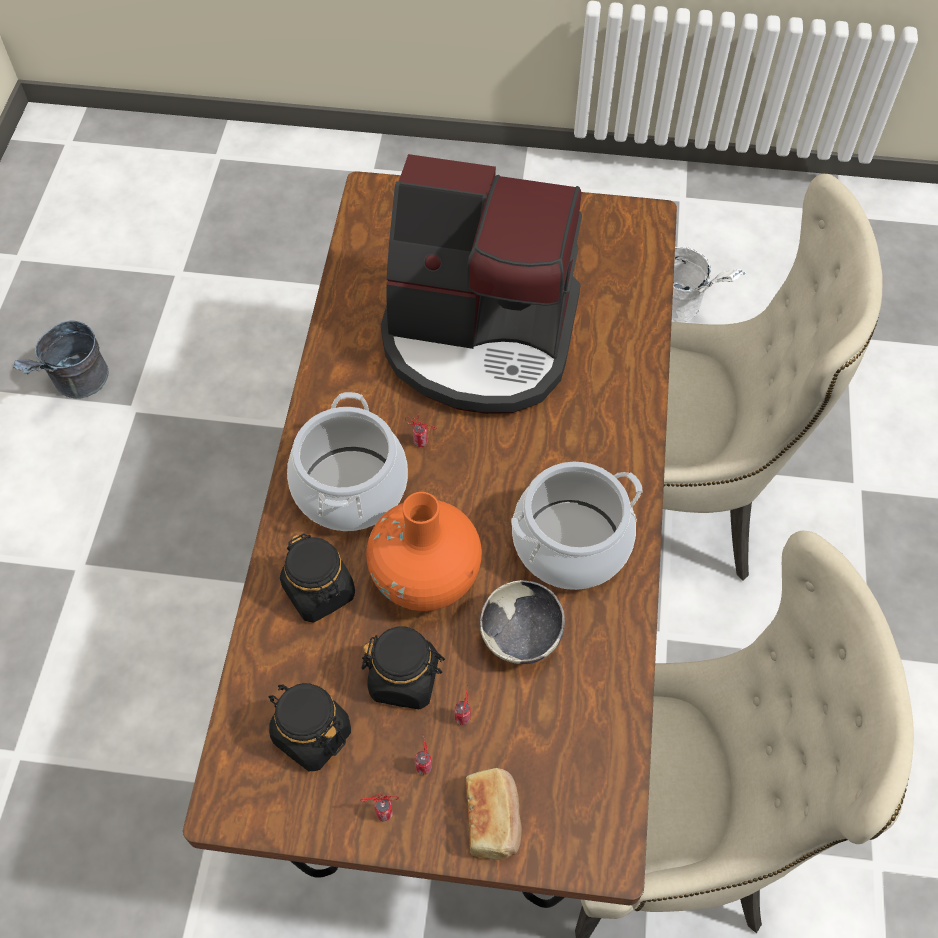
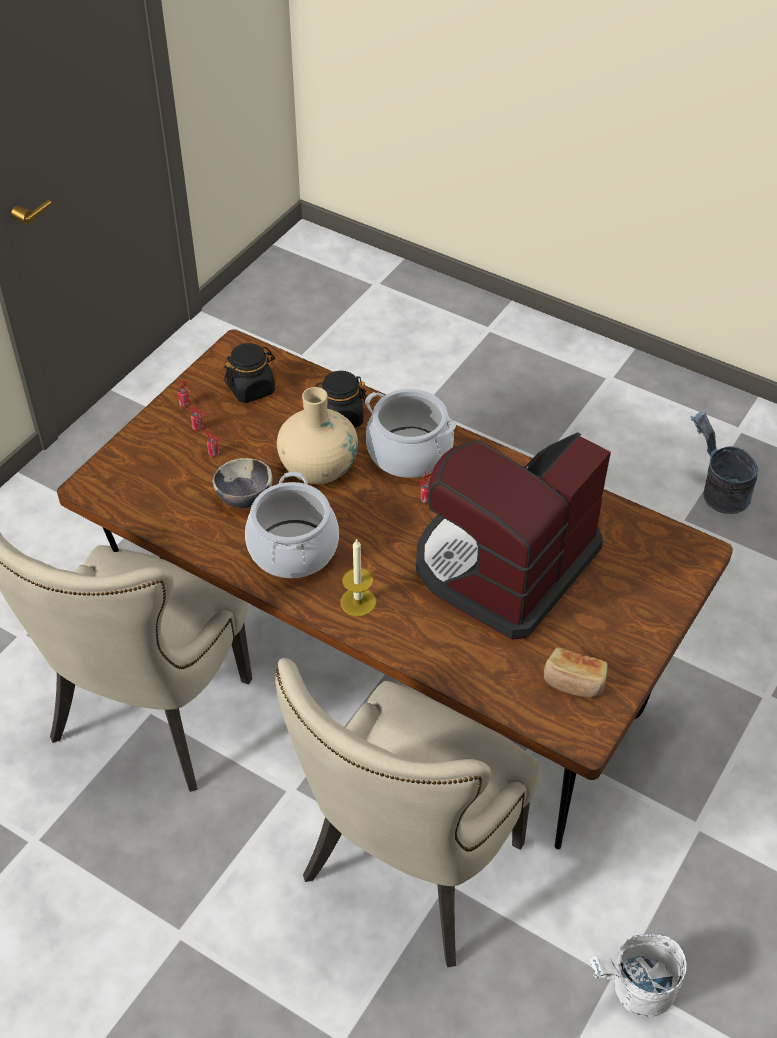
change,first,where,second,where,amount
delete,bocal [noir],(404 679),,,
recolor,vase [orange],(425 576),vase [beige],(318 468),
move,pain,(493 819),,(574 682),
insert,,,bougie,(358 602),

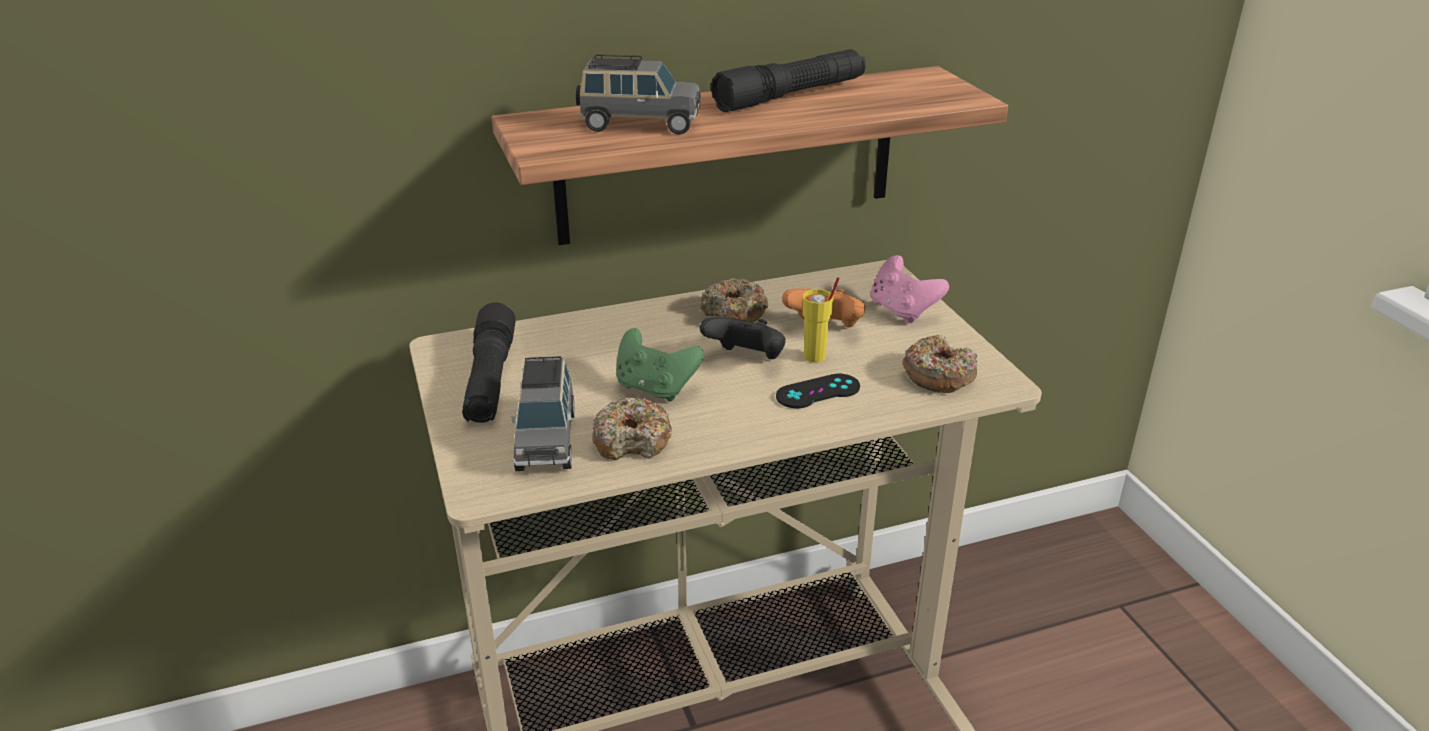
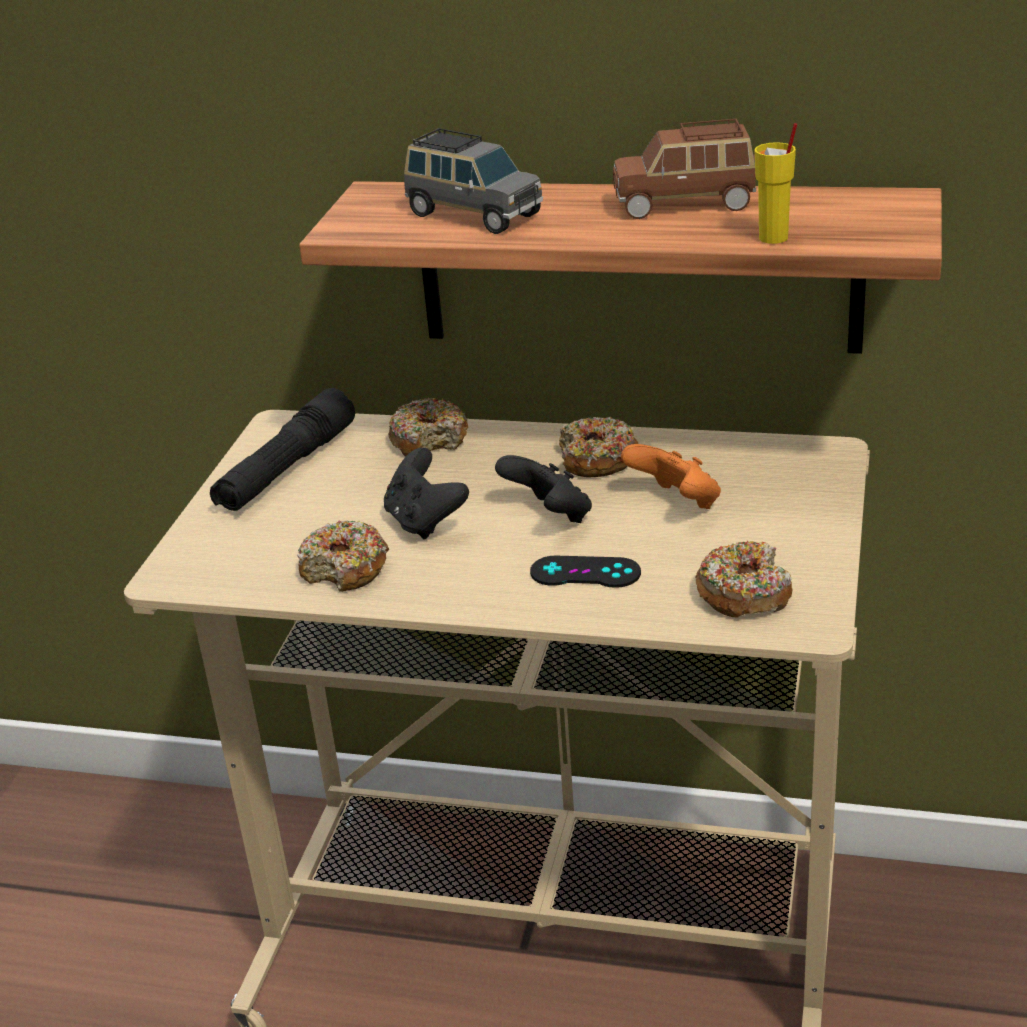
change,first,where,second,where,amount
delete,petite voiture [gris],(546 439),,,
recolor,manette [vert],(655 388),manette [noir],(425 521),
replace,lampe de poche [noir],(790 96),petite voiture [marron],(687 204),
move,tasse [jaune],(815 357),,(773 238),
delete,manette [rose],(902 311),,,
insert,,,beignet,(429 440),

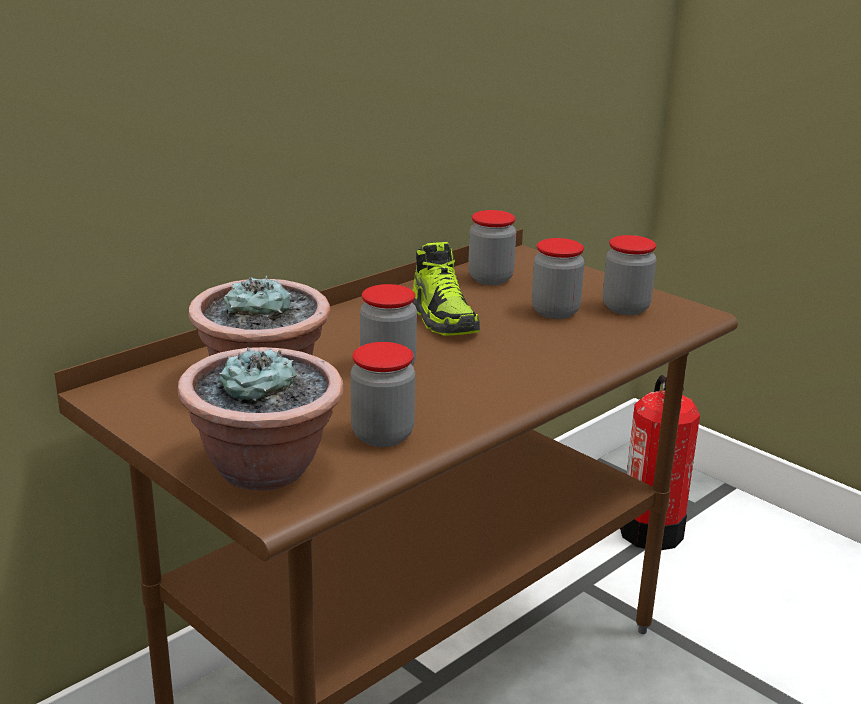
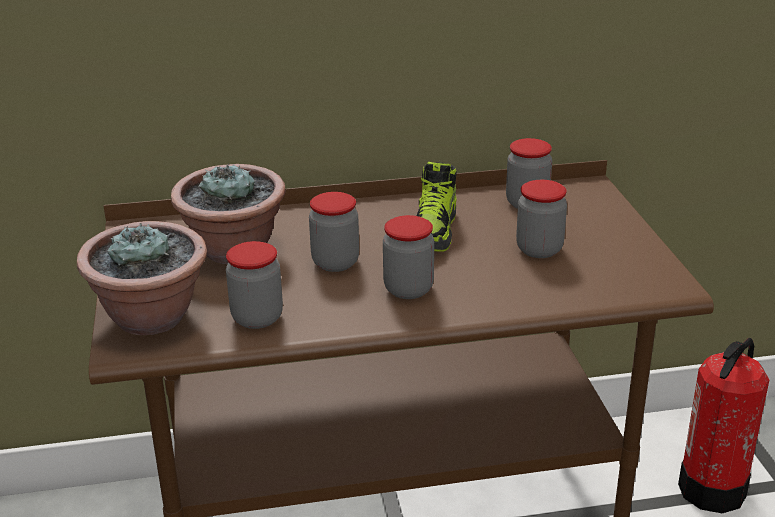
change,first,where,second,where,amount
move,bocal,(625 308),,(408 289),

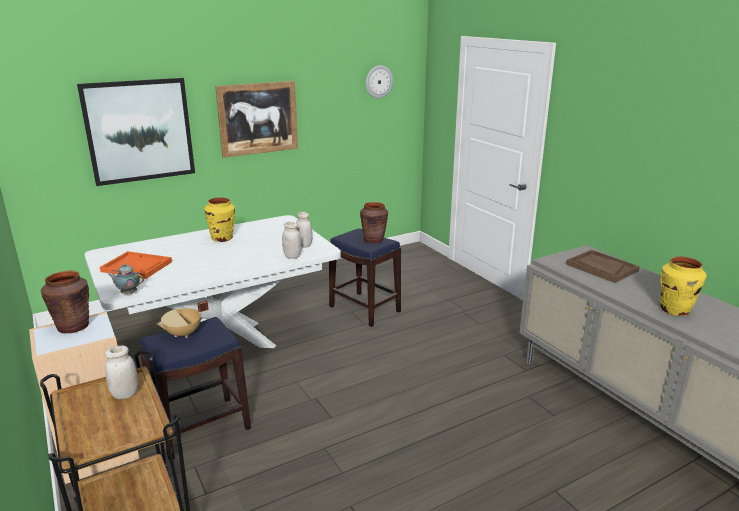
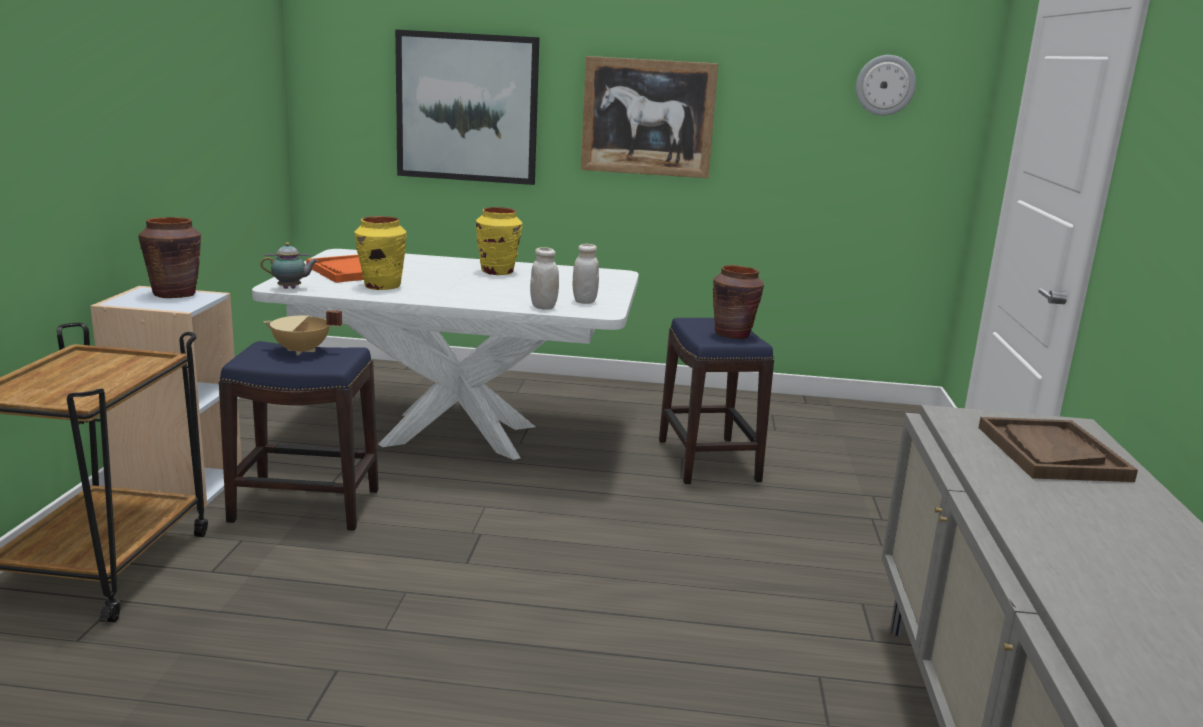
change,first,where,second,where,amount
delete,bocal [blanc],(125 394),,,
rotate,théière,(128 293),,(291 288),120 degrees clockwise
move,vase [jaune],(675 310),,(382 286),

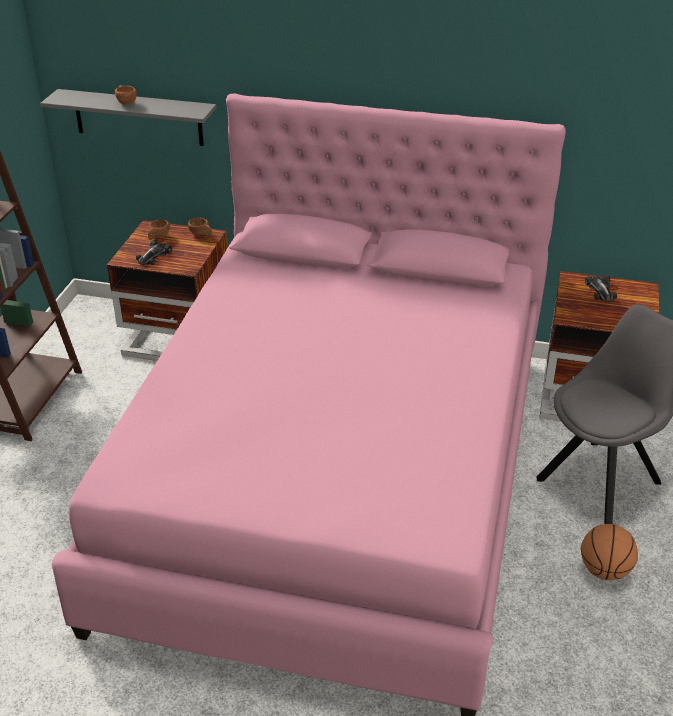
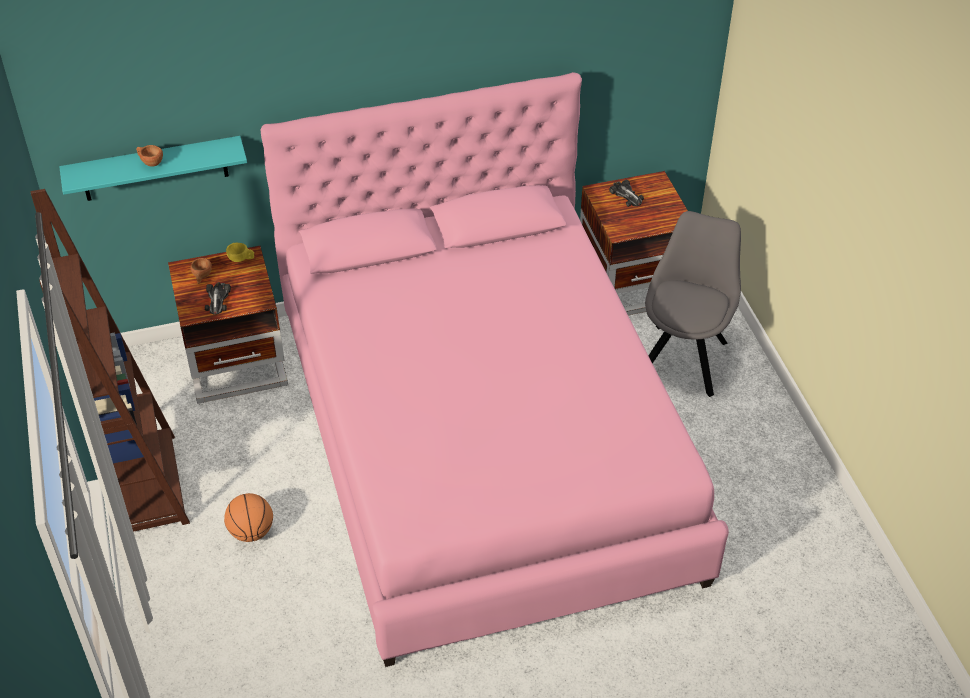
change,first,where,second,where,amount
recolor,étagère [gris],(138 117),étagère [turquoise],(154 169),
recolor,tasse [marron],(201 234),tasse [jaune],(241 259),
move,ballon de basket,(604 570),,(251 531),

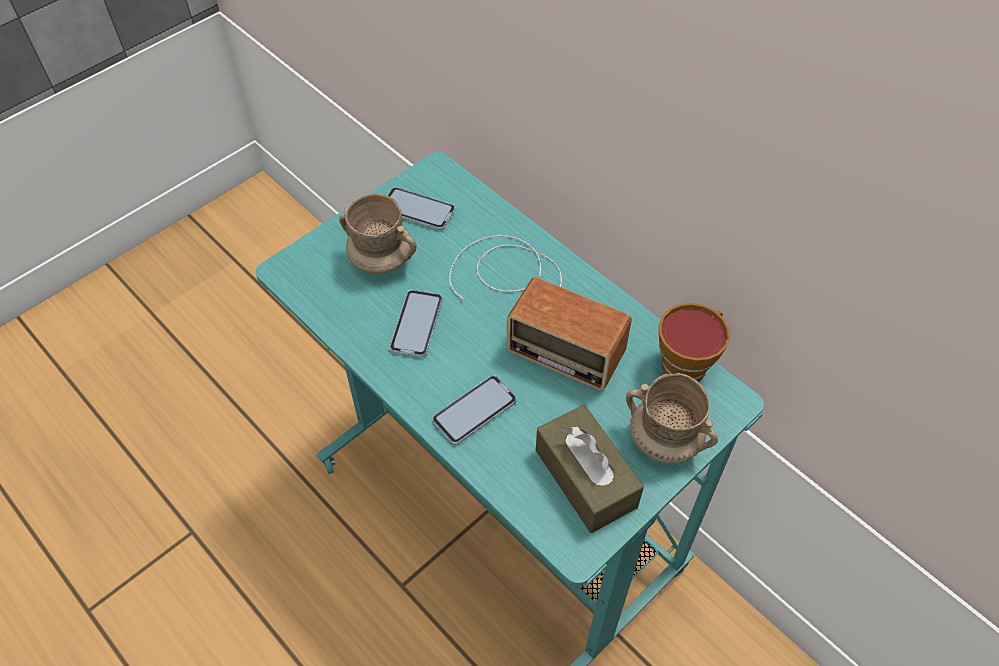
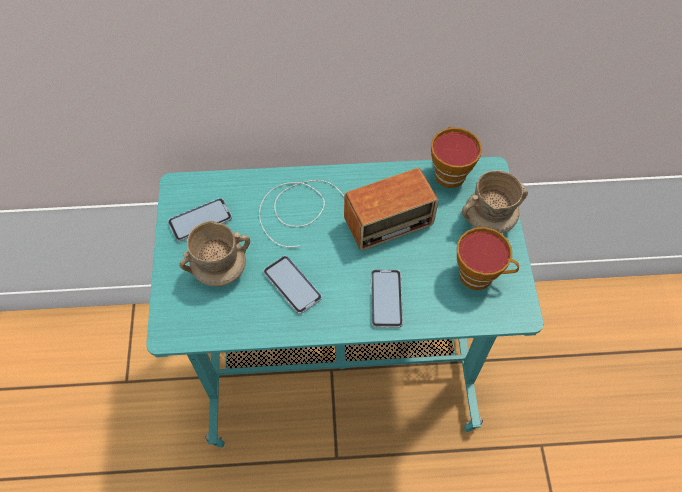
change,first,where,second,where,amount
replace,boîte à mouchoirs [marron],(585 478),tasse,(480 275),

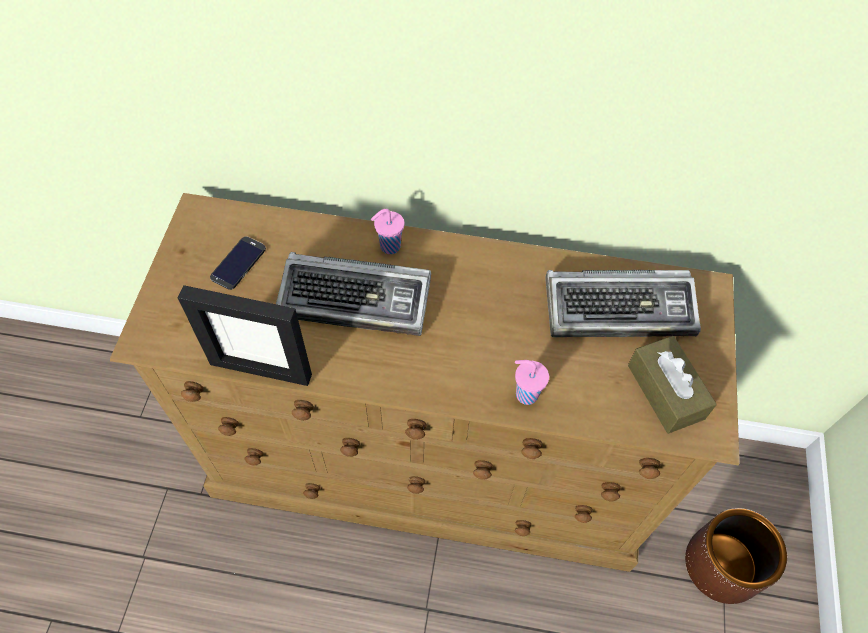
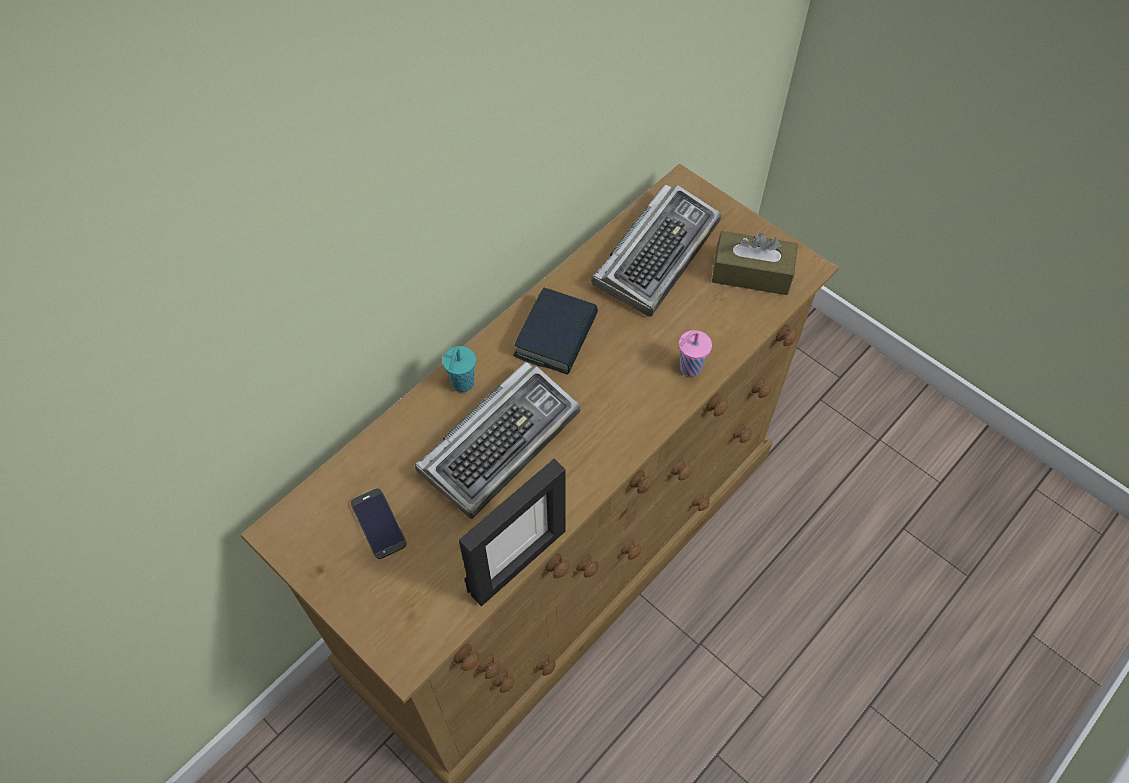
change,first,where,second,where,amount
recolor,tasse [rose],(389 247),tasse [turquoise],(462 384),
delete,cache-pot [marron],(722 565),,,
insert,,,livre,(556 336),

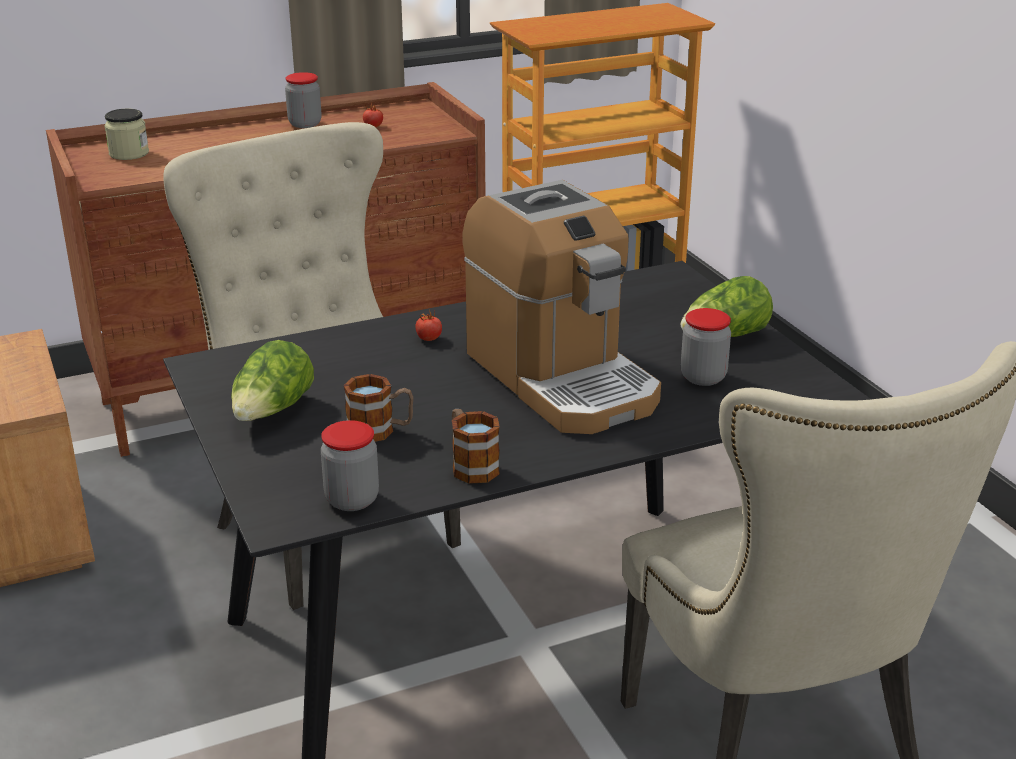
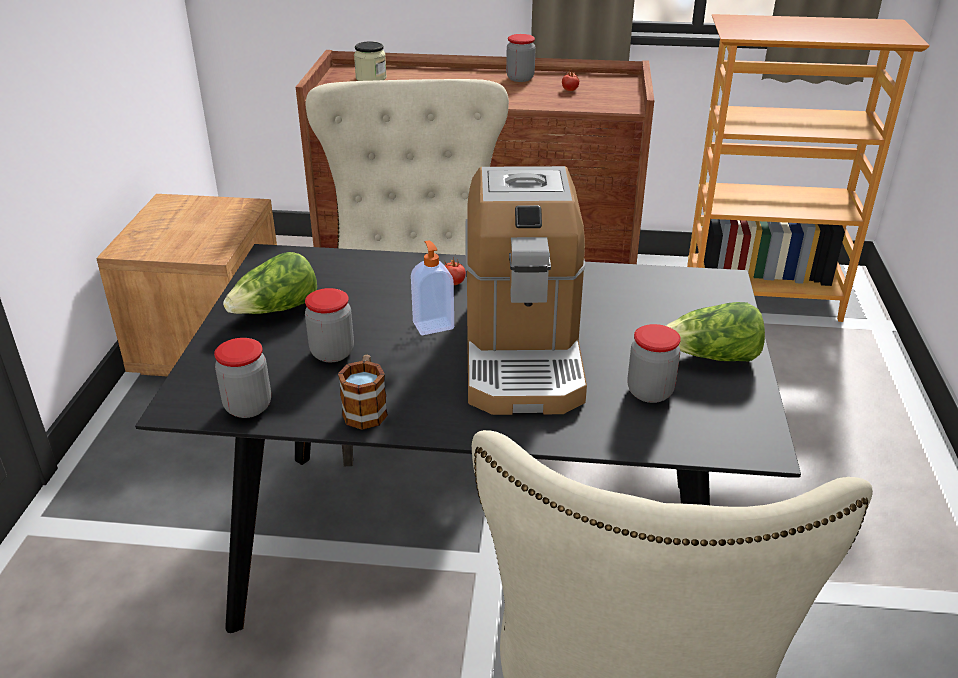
change,first,where,second,where,amount
replace,mug,(380 431),bocal,(332 353),
insert,,,distributeur de savon,(433 325),

